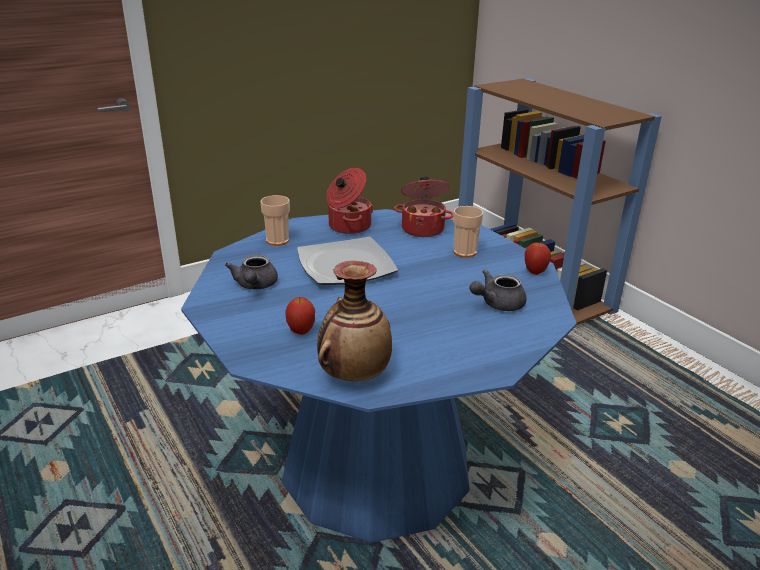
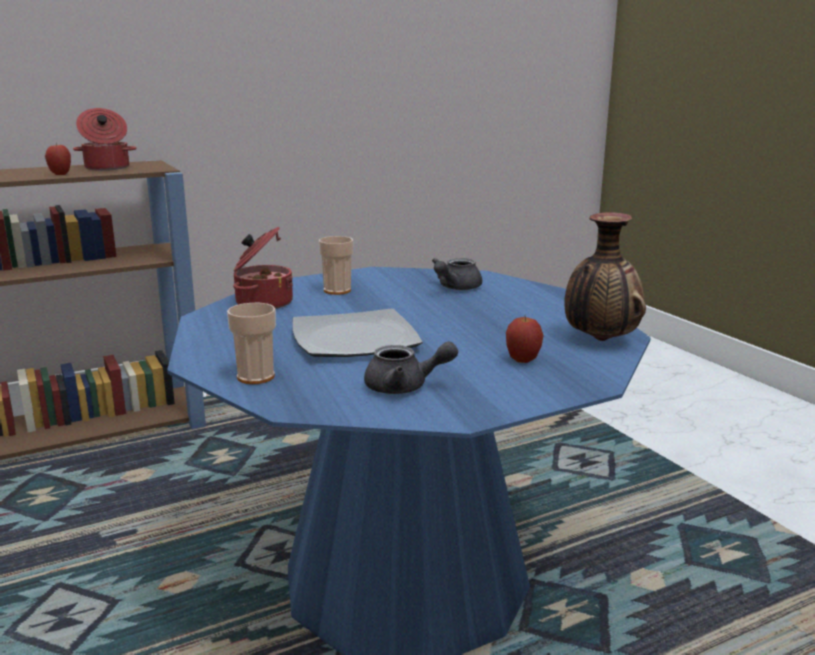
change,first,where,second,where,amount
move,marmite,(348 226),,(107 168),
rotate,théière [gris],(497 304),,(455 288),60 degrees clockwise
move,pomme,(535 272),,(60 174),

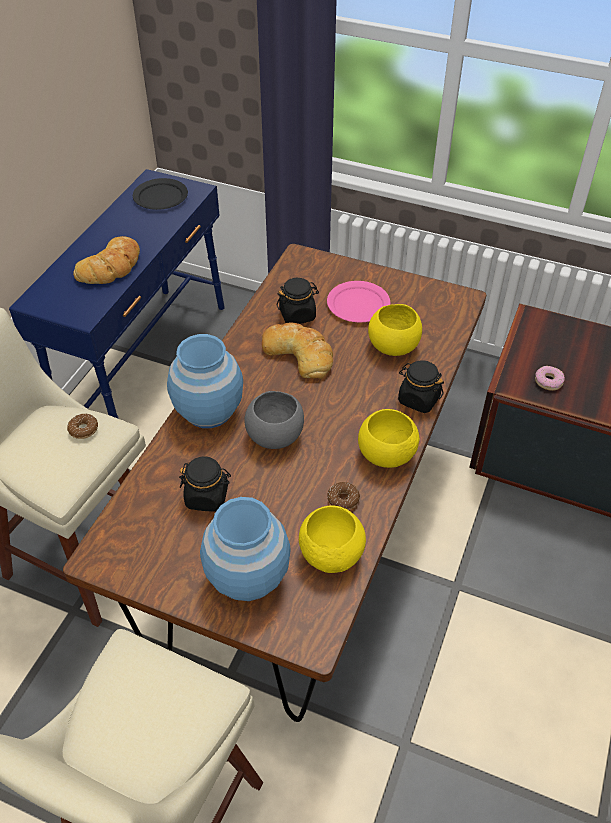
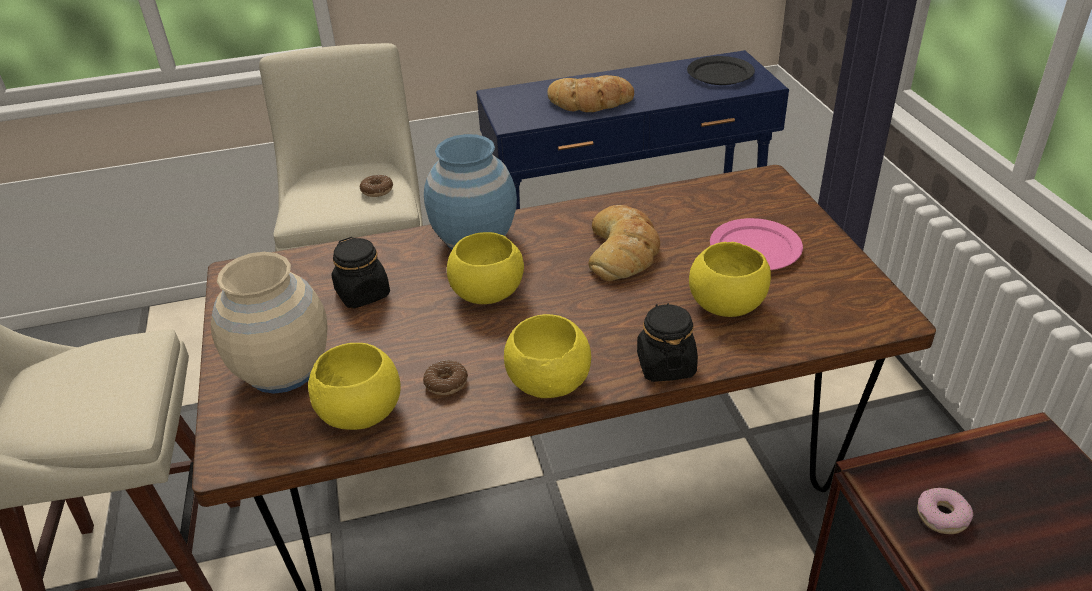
change,first,where,second,where,amount
recolor,vase [bleu],(248 576),vase [beige],(284 369),
recolor,bol [gris],(276 435),bol [jaune],(488 293),
delete,bocal [noir],(297 315),,,

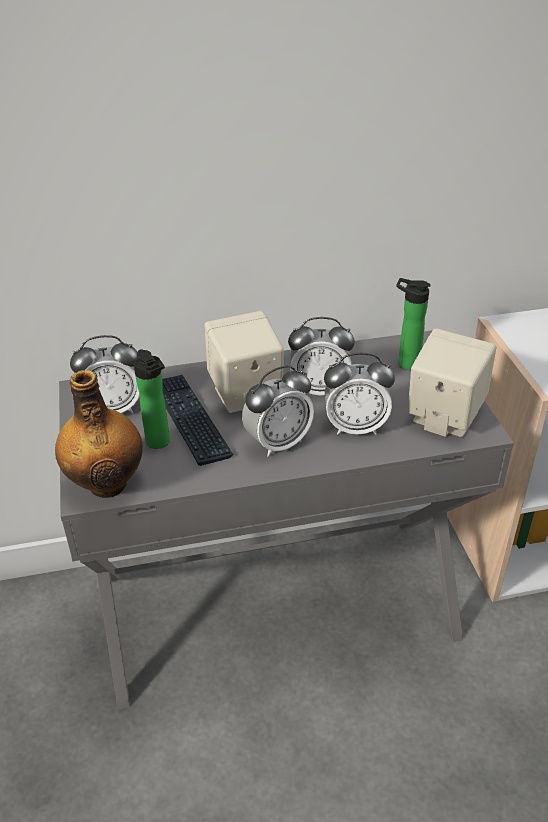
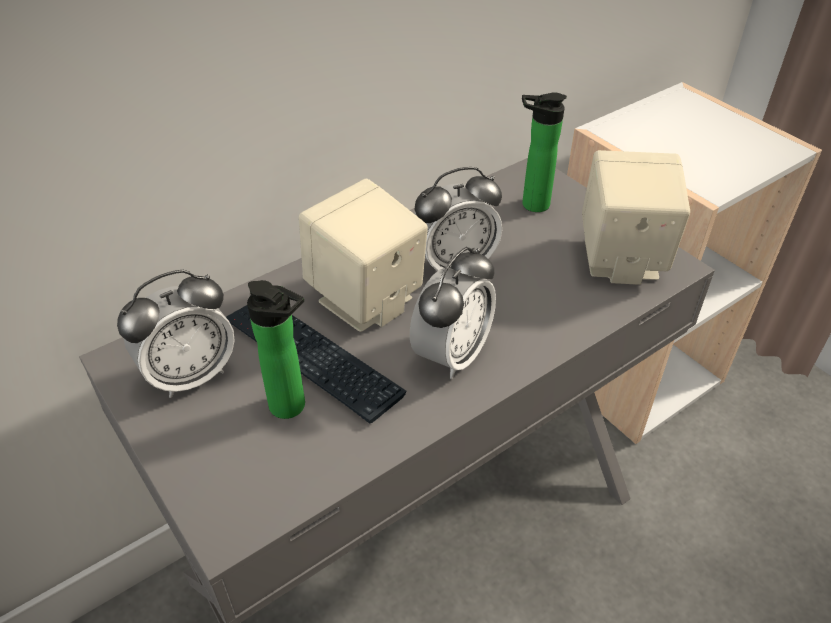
change,first,where,second,where,amount
delete,bouteille,(107 483),,,
delete,réveil,(355 427),,,

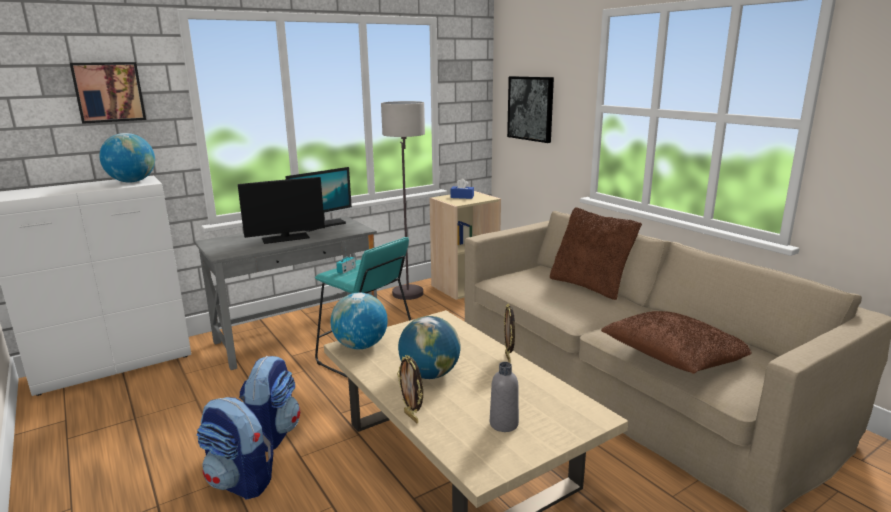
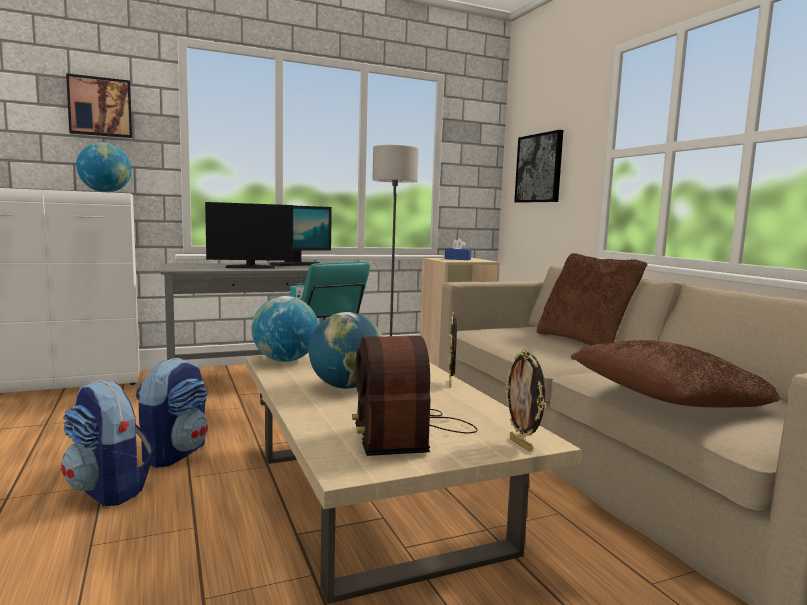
change,first,where,second,where,amount
move,cadre photo,(412 417),,(522 445),
replace,bouteille [gris],(504 424),radio,(408 433),

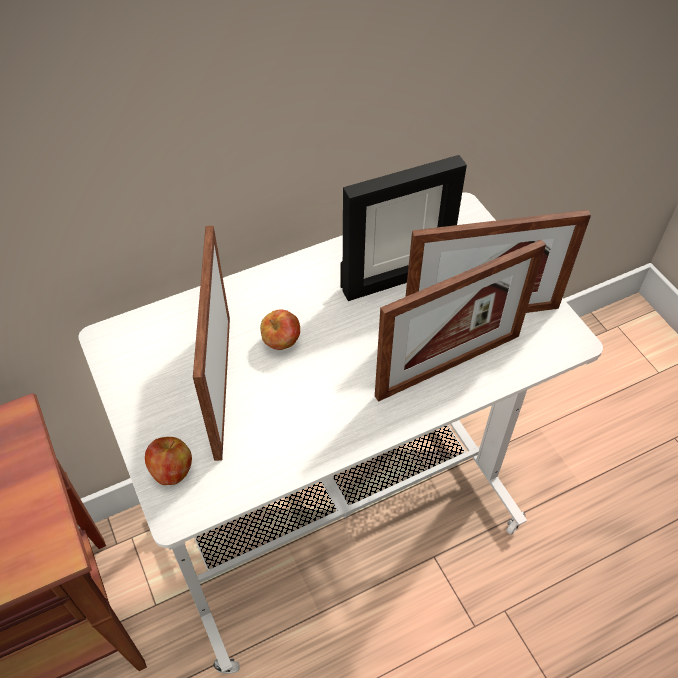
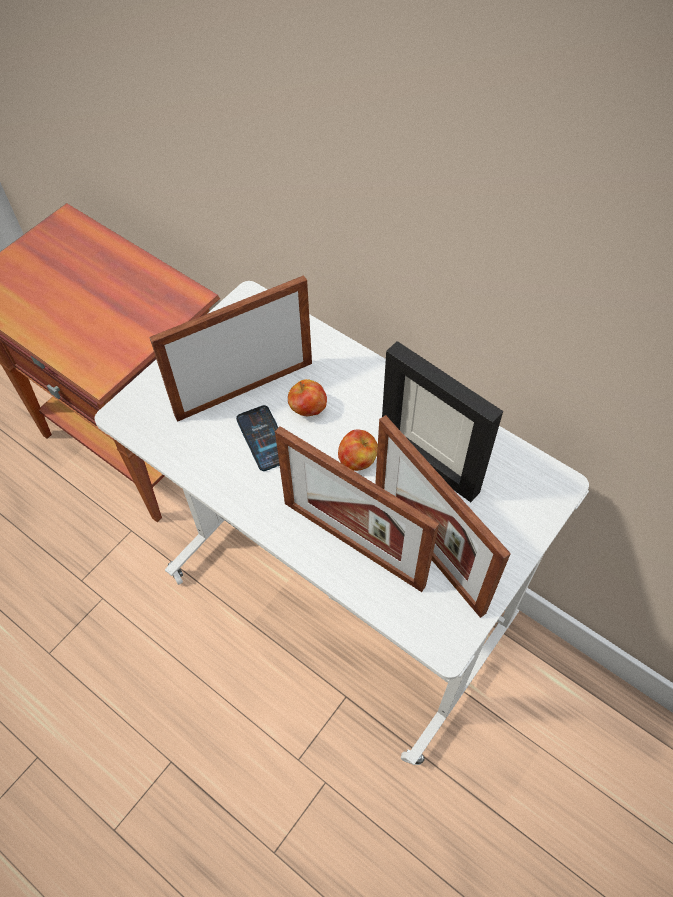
change,first,where,second,where,amount
move,pomme,(172 471),,(357 460),
insert,,,téléphone,(264 438),

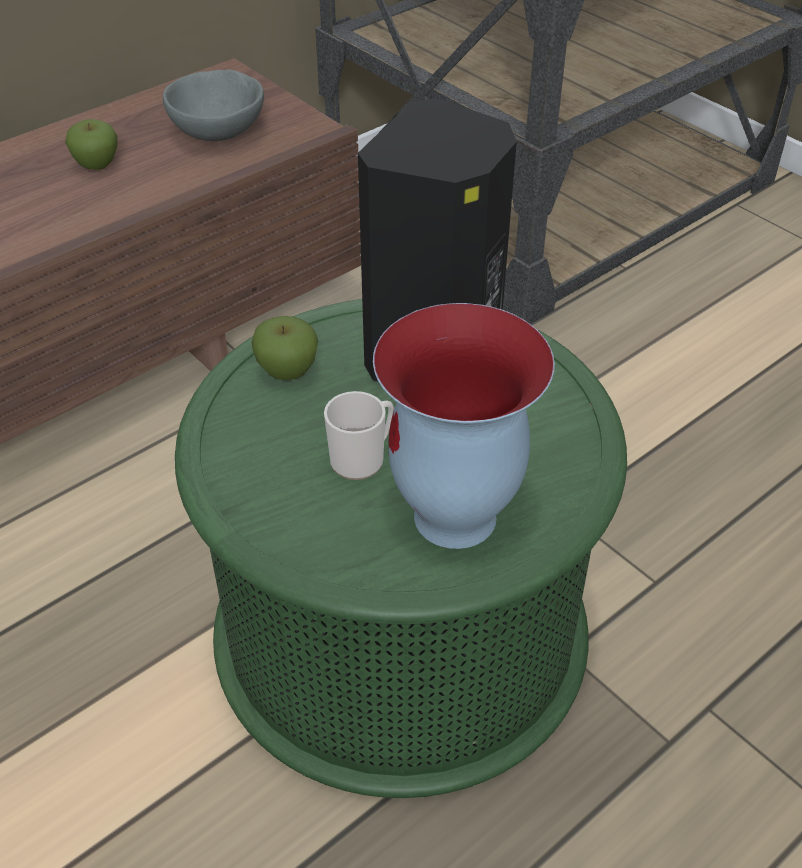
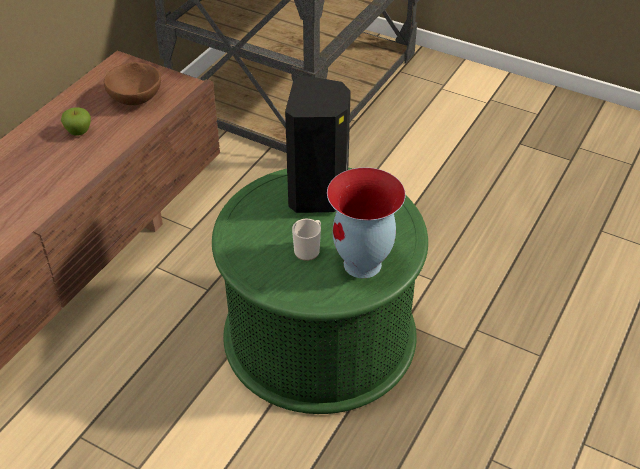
change,first,where,second,where,amount
recolor,bol [gris],(218 133),bol [marron],(136 98),
delete,pomme,(287 371),,,

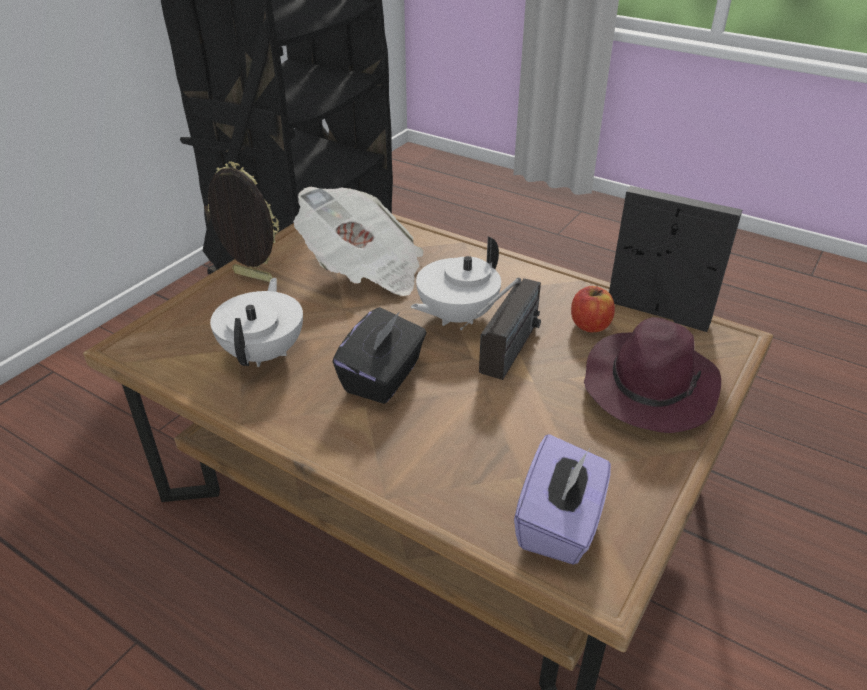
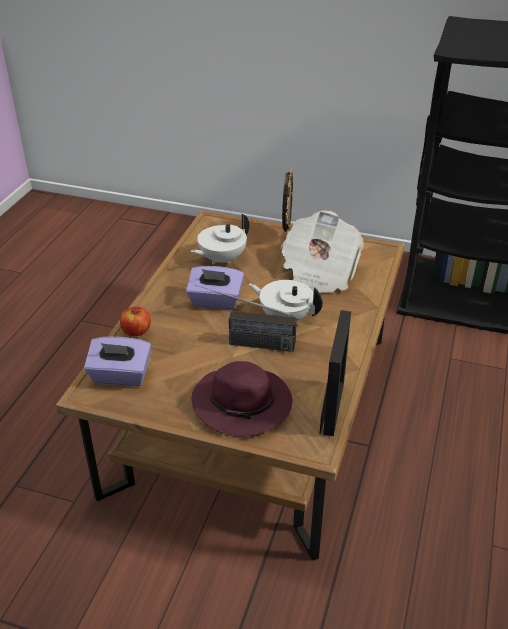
change,first,where,second,where,amount
rotate,théière [blanc],(265 352),,(221 259),150 degrees clockwise
recolor,boîte à mouchoirs [noir],(383 377),boîte à mouchoirs [violet],(215 301),
move,pomme,(590 325),,(136 331),

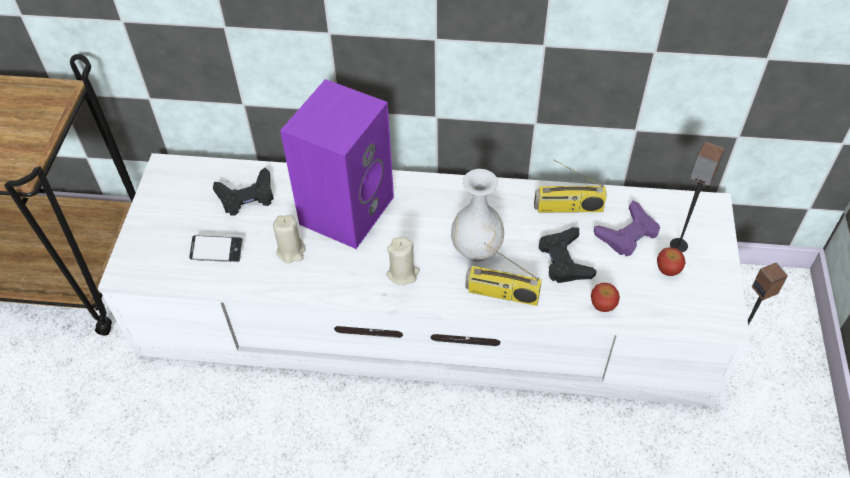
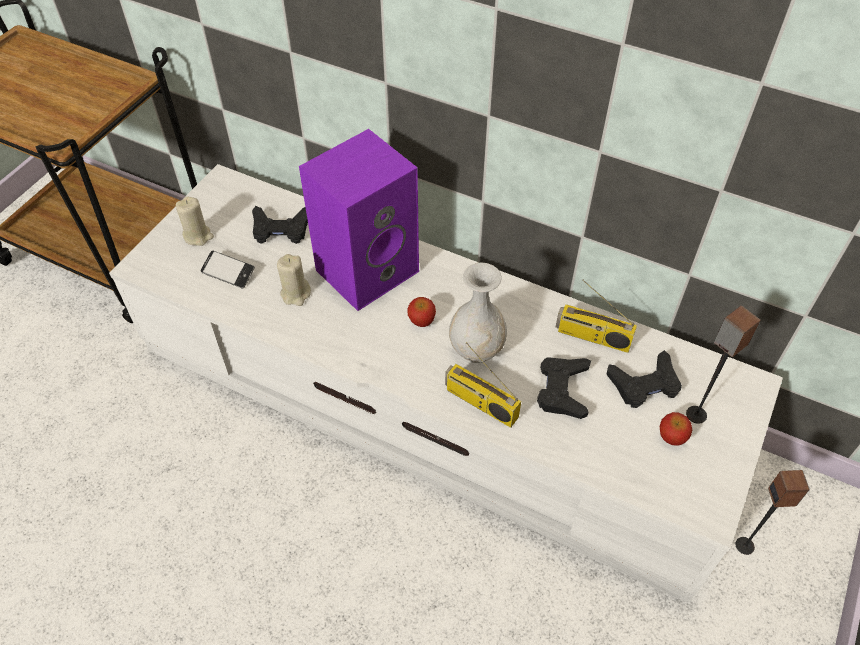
change,first,where,second,where,amount
move,bougie [beige],(403 273),,(198 236),
move,pomme,(602 305),,(421 320),
recolor,manette [violet],(627 234),manette [noir],(644 384),

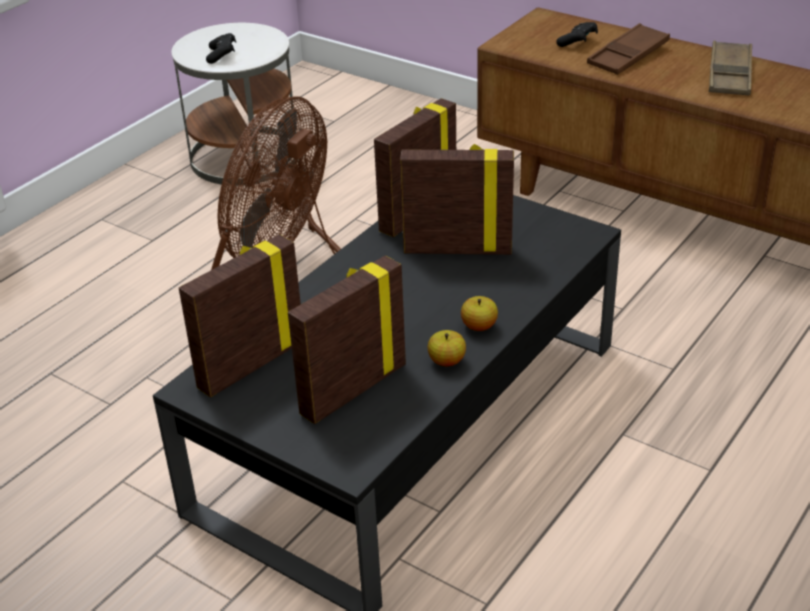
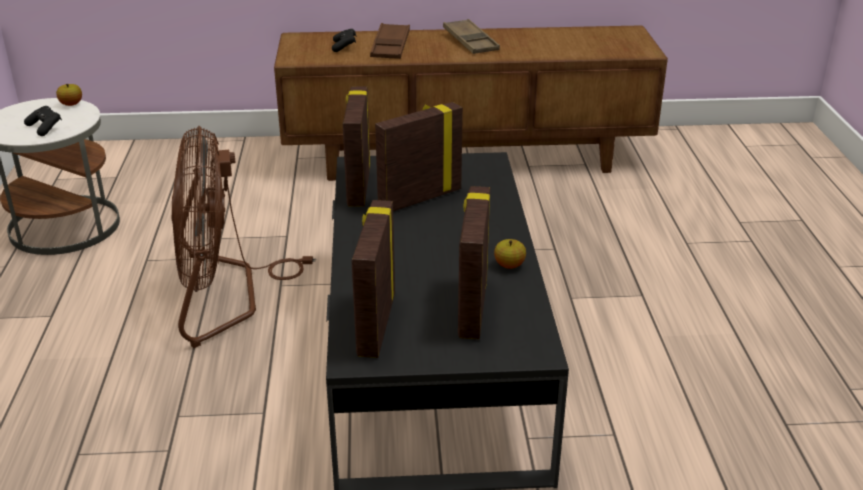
change,first,where,second,where,amount
move,pomme,(479 326),,(71 104),

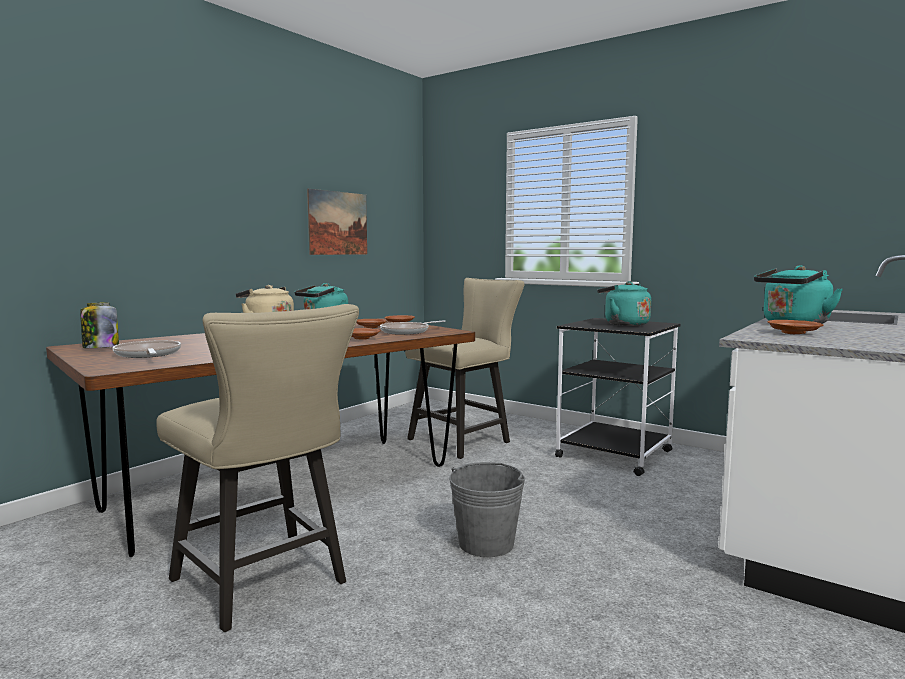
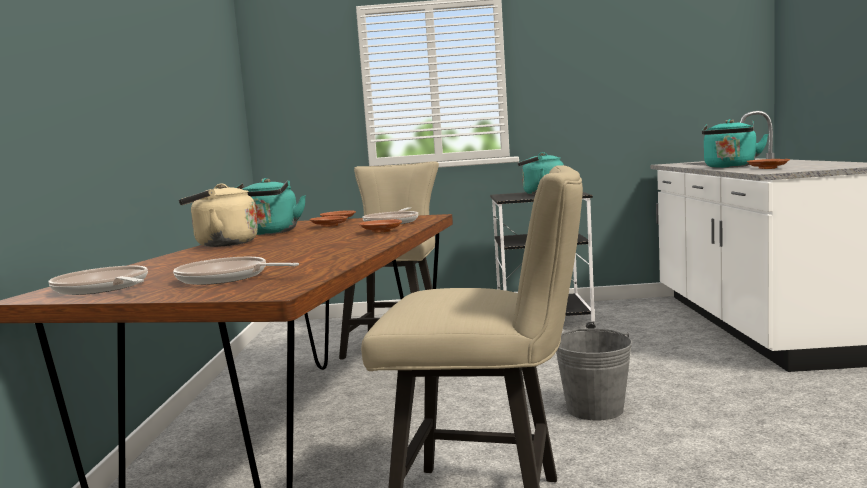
change,first,where,second,where,amount
replace,bocal,(100 348),poêle,(103 288),
delete,tableau,(338 223),,,

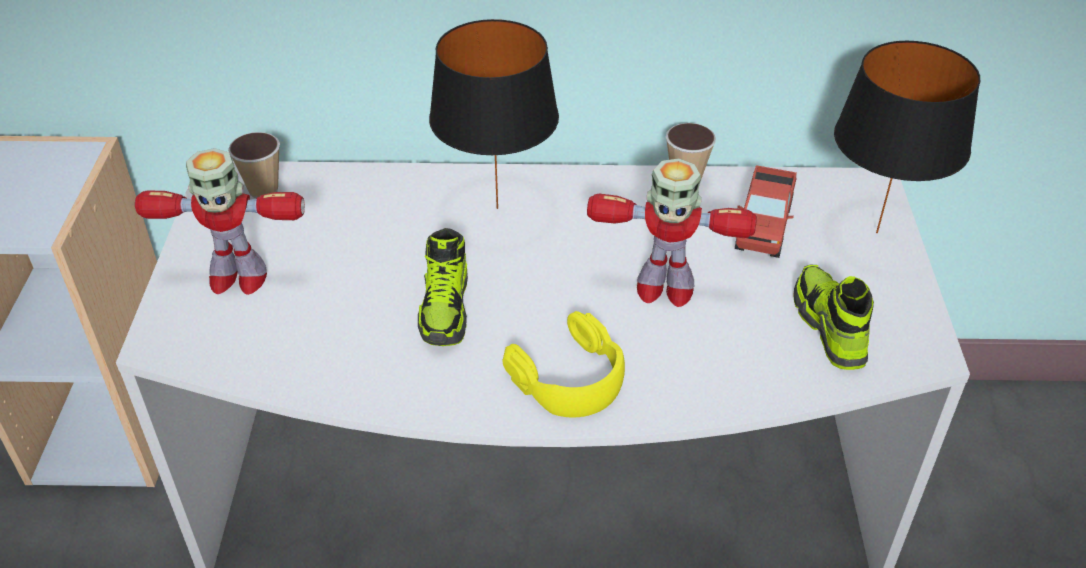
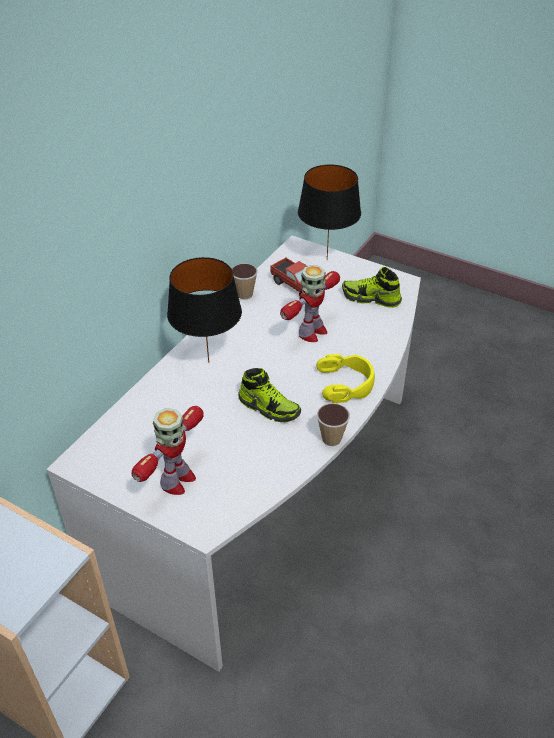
change,first,where,second,where,amount
move,tasse,(263 190),,(331 439),

